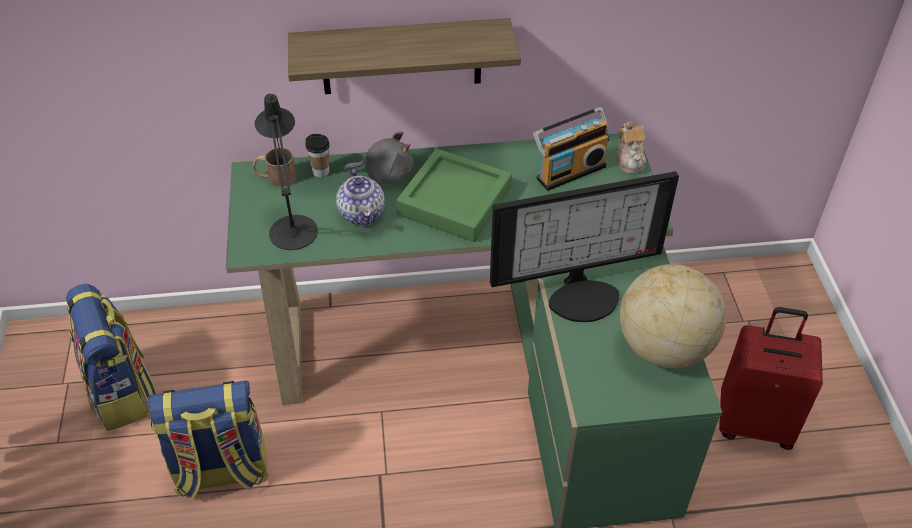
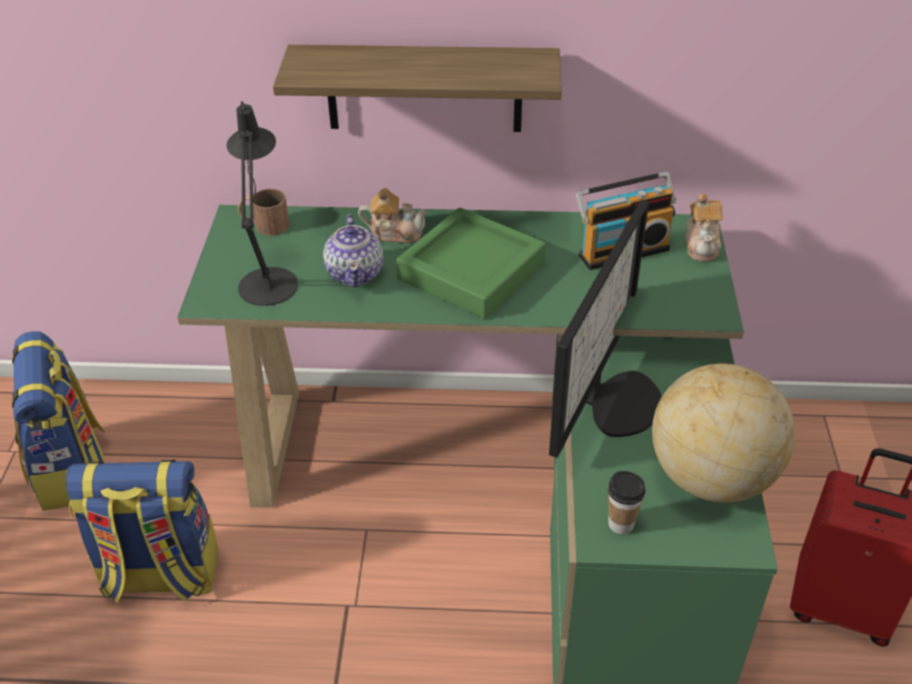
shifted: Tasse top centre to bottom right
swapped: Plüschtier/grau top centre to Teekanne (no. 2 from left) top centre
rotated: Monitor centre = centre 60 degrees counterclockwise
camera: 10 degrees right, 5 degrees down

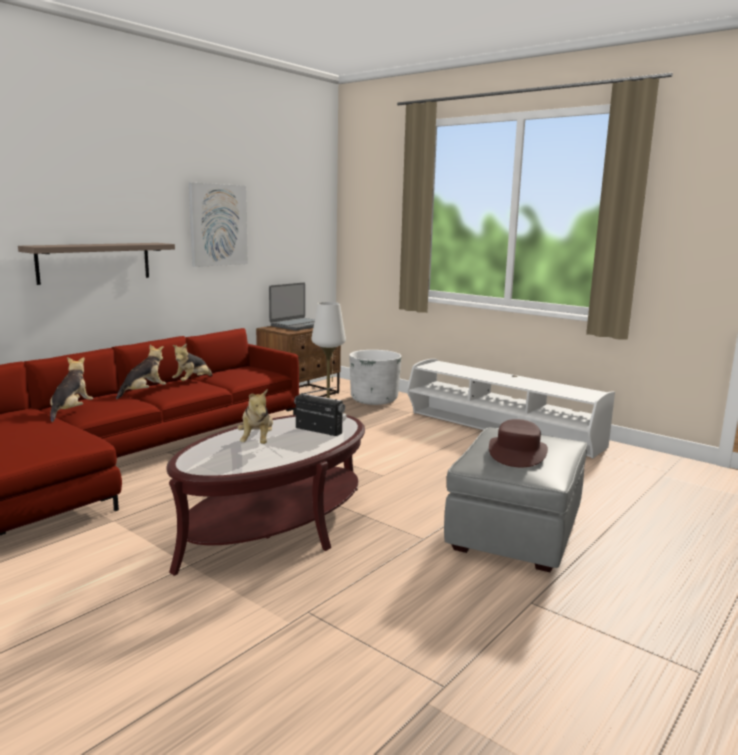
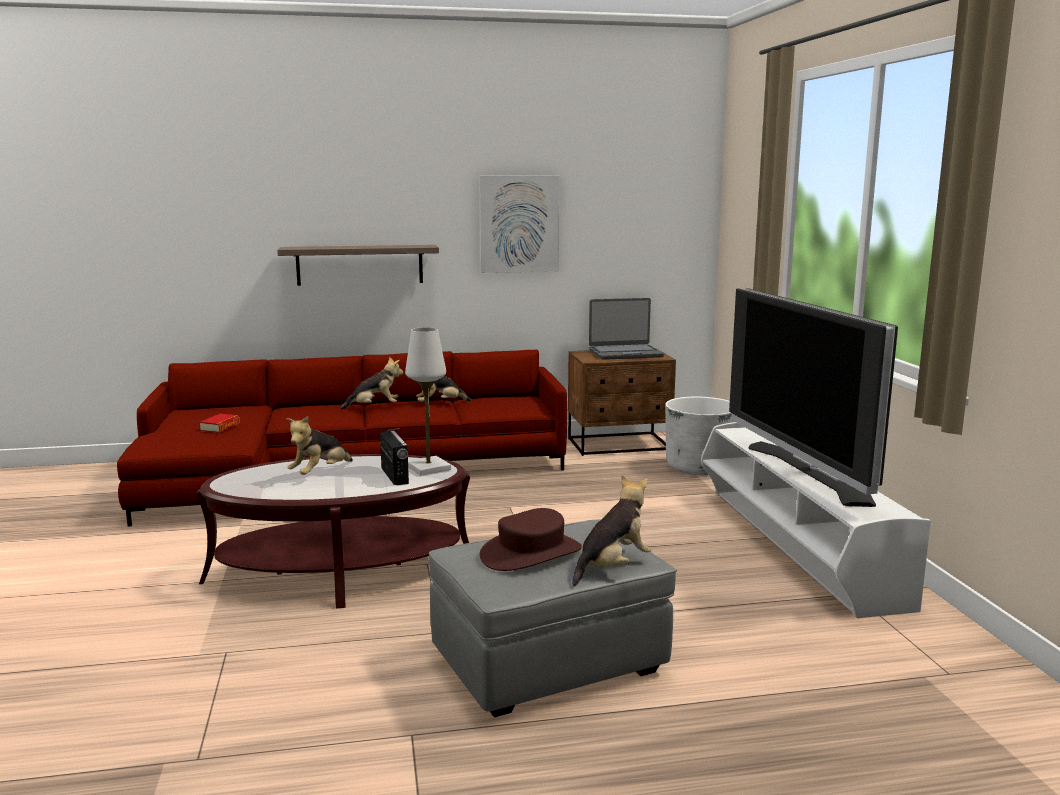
new: Buch middle left; Fernseher middle right
shifted: Plüschtier (no. 1 from left in the first image) middle left to Plüschtier (no. 4 from left) bottom centre
camera: 40 degrees right, 0 degrees up

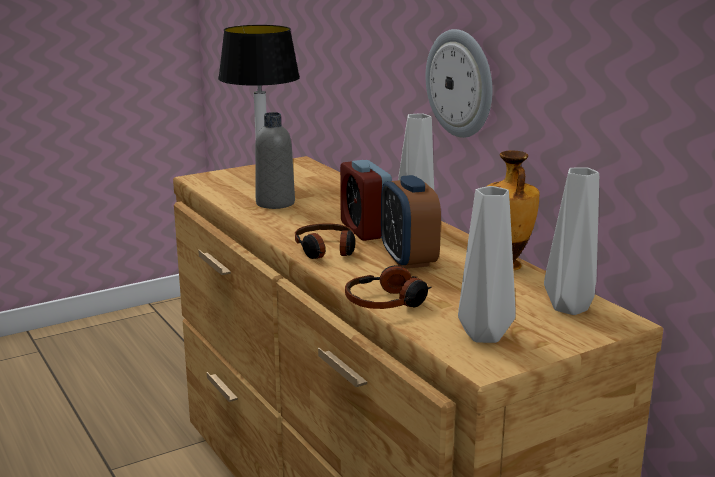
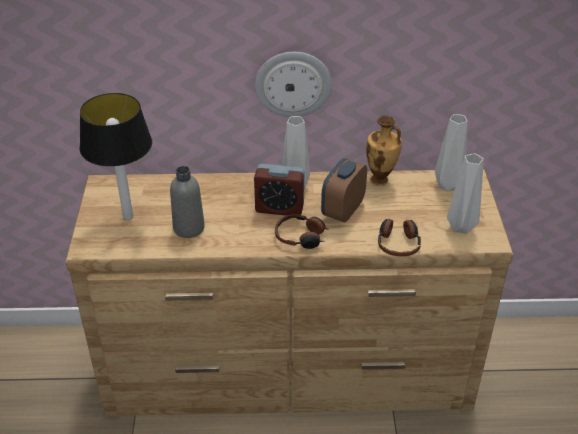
rotated: Wecker (no. 2 from left) centre = centre 105 degrees clockwise
camera: 60 degrees left, 20 degrees up

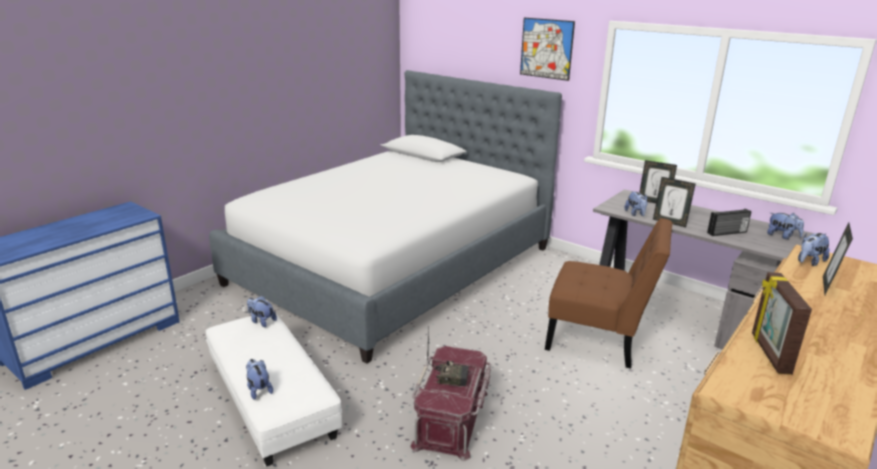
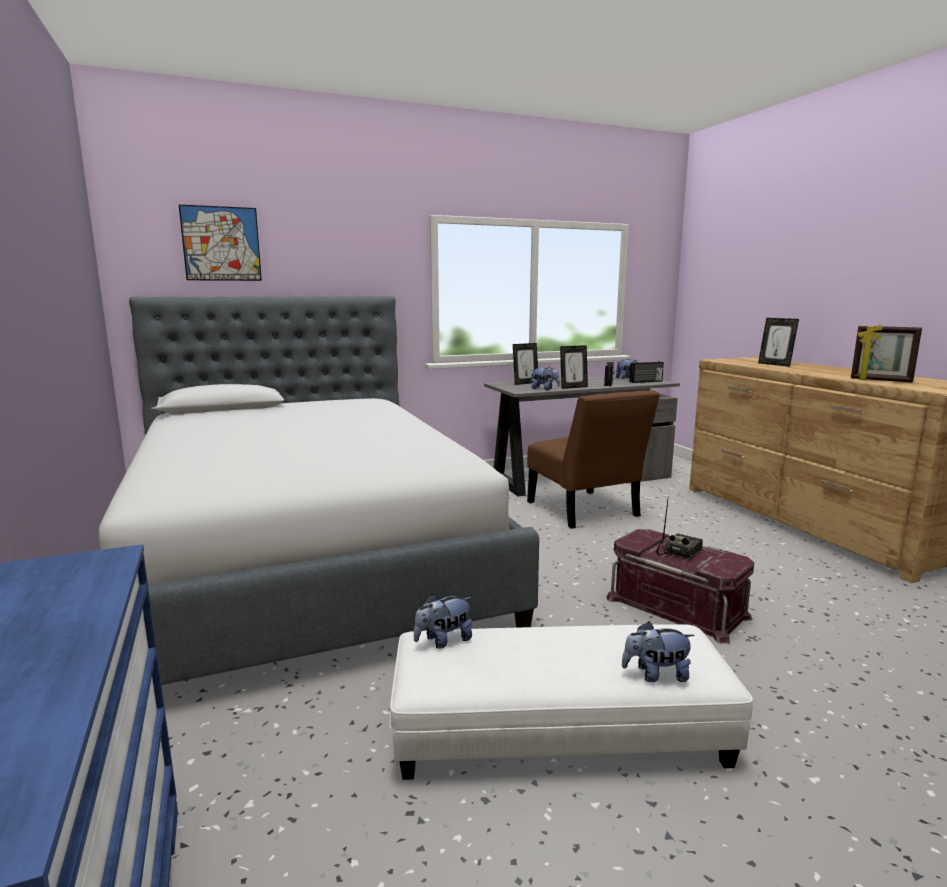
gone: Plüschtier (no. 5 from left) middle right
new: Radio (no. 2 from left) middle right
shifted: Bild top centre to top left
rotated: Stuhl/braun middle right = centre 105 degrees clockwise
camera: 60 degrees left, 10 degrees down

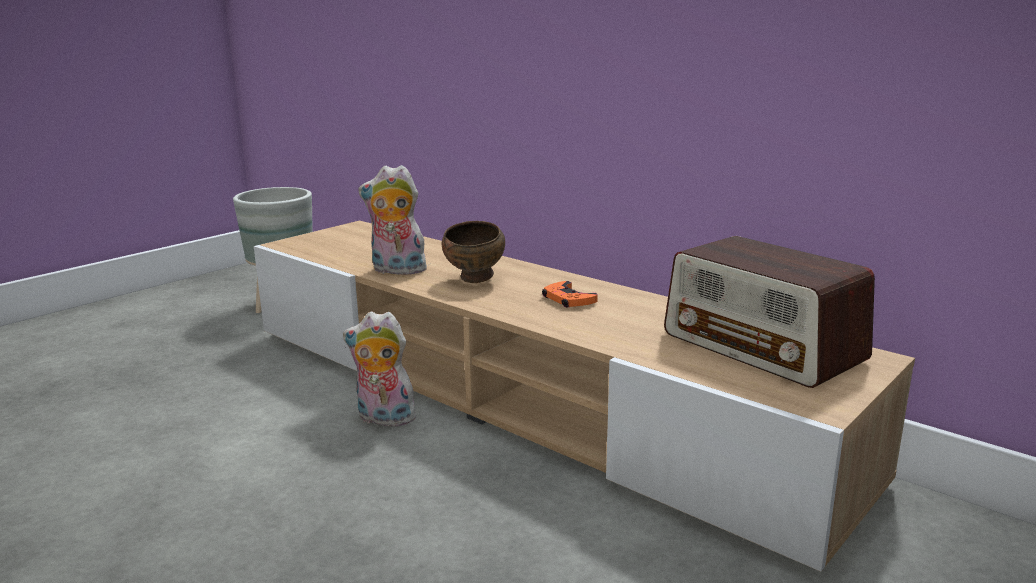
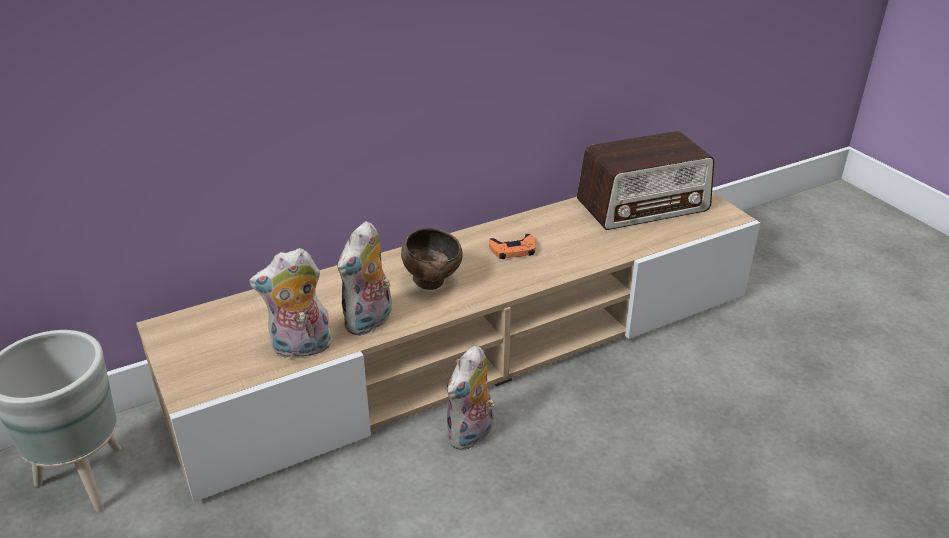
new: Plüschtier (no. 1 from left) middle left
camera: 70 degrees left, 15 degrees up

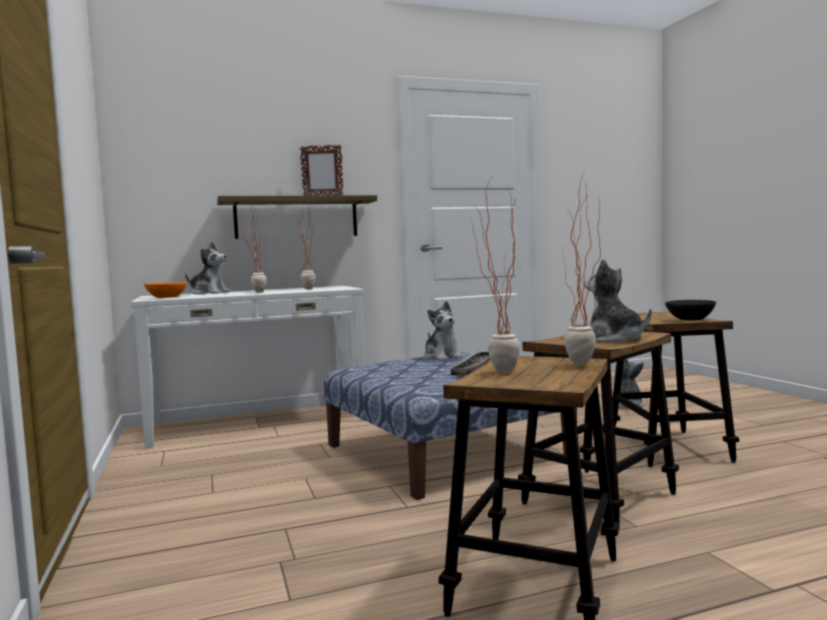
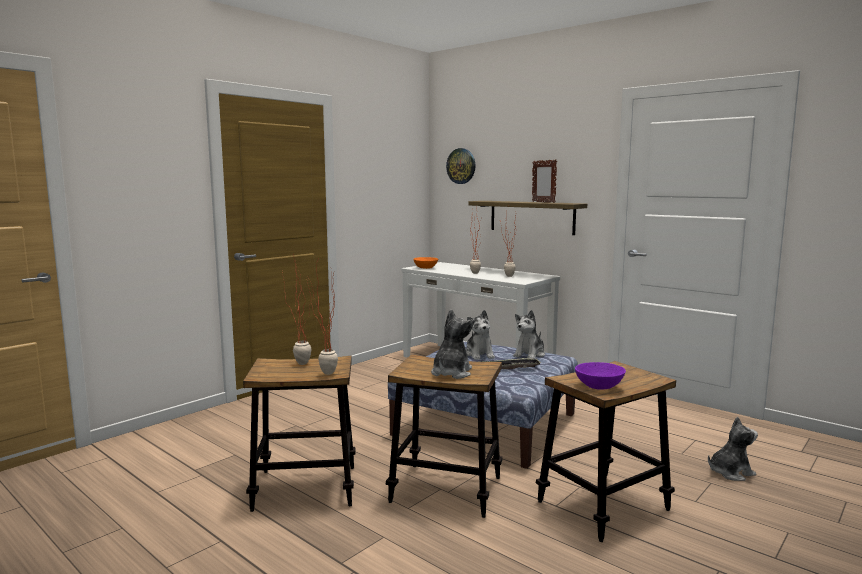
new: Wanduhr top centre
shifted: Plüschtier (no. 1 from left in the first image) middle left to Plüschtier (no. 2 from left) centre
repainted: Schüssel/schwarz middle right to Schüssel/lila middle right
camera: 60 degrees right, 5 degrees up

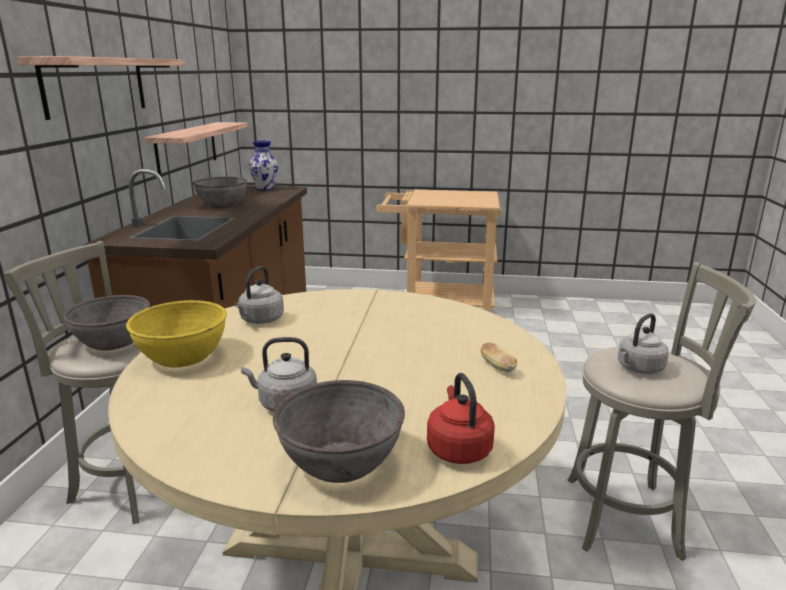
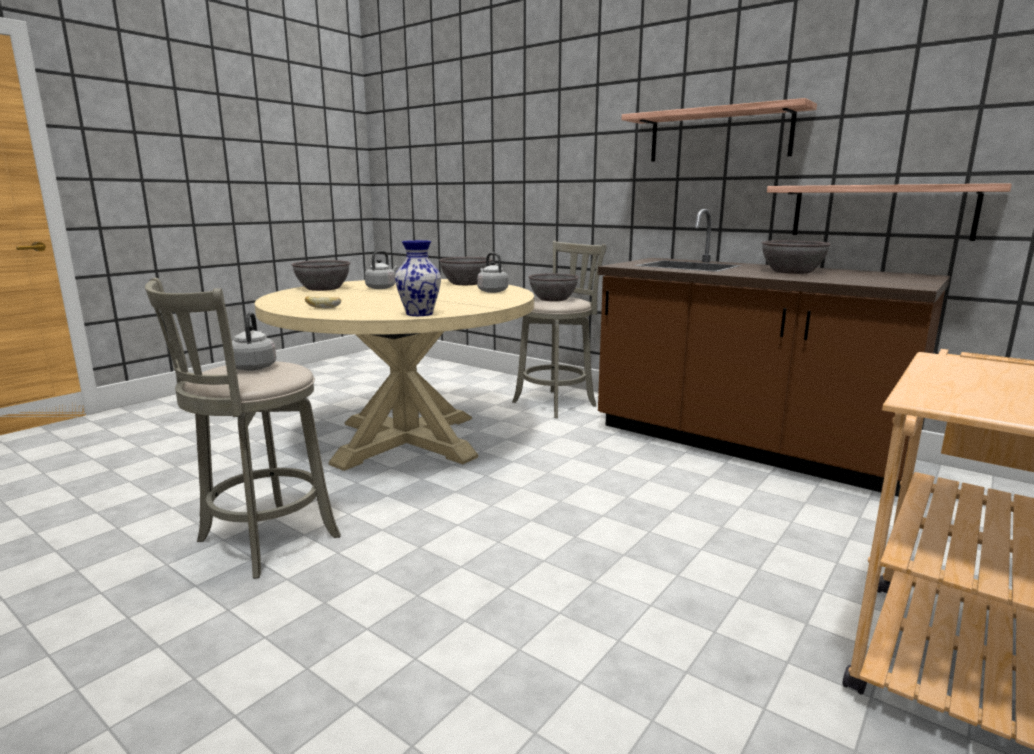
gone: Wasserkessel/rot bottom centre
shifted: Vase top centre to centre
repainted: Schüssel/gelb middle left to Schüssel/grau (no. 2 from left) centre
camera: 120 degrees right, 5 degrees down

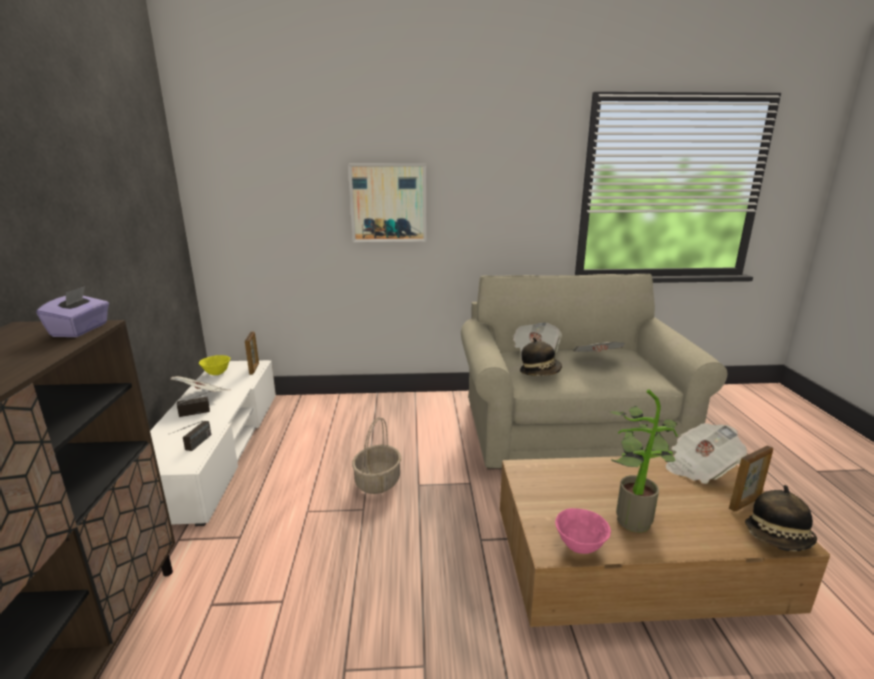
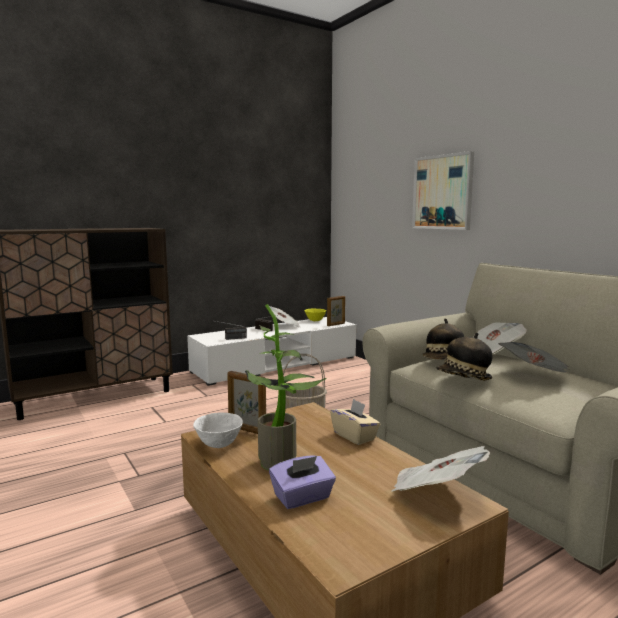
new: Taschentuchbox/beige bottom centre
shifted: Bilderrahmen (no. 2 from left in the first image) bottom right to Bilderrahmen (no. 1 from left) centre; Taschentuchbox/lila middle left to bottom centre; Hut (no. 2 from left) bottom right to middle right
repainted: Schüssel/rosa bottom right to Schüssel/weiß bottom centre
camera: 60 degrees right, 10 degrees down

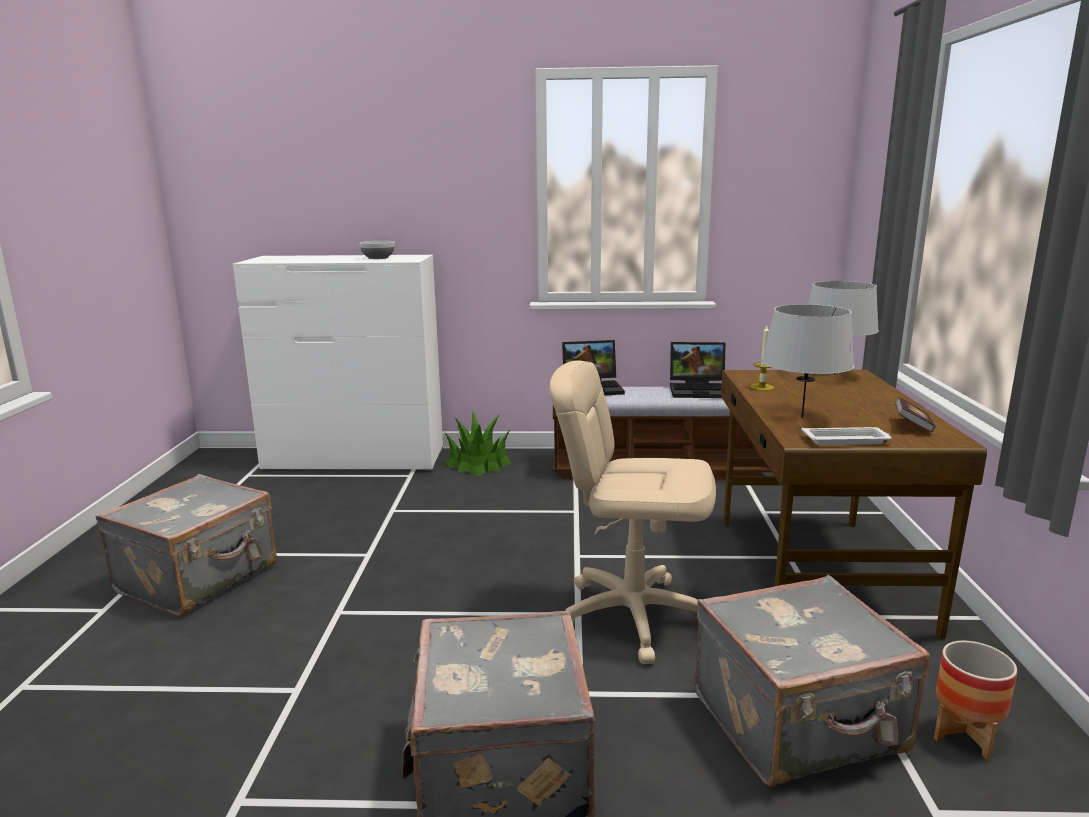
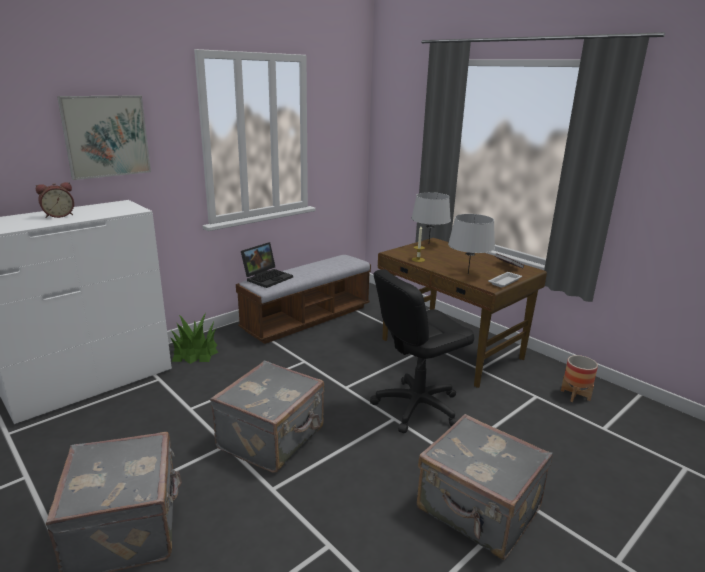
gone: Schüssel top centre; Laptop (no. 2 from left) centre
new: Wecker middle left; Bild top left
shifted: Koffer/grau (no. 3 from left in the first image) bottom right to Koffer/grau (no. 2 from left) bottom centre
repainted: Bürostuhl/beige centre to Bürostuhl/schwarz centre
camera: 45 degrees left, 5 degrees up

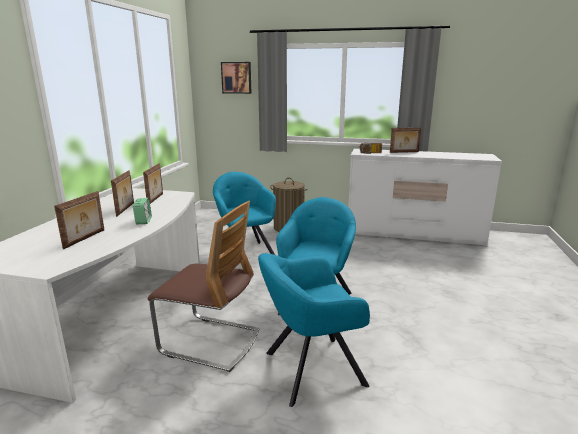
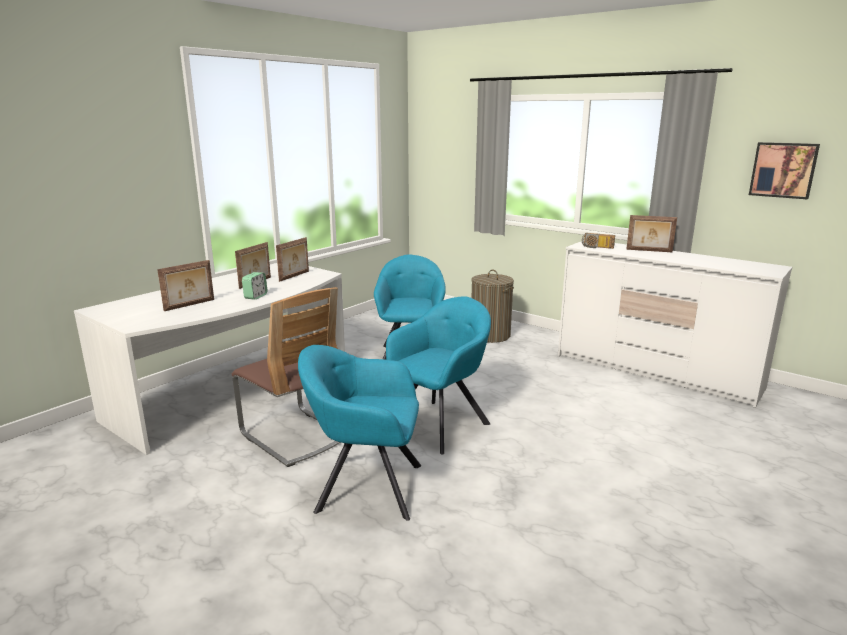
shifted: Bild top centre to top right
camera: 25 degrees right, 0 degrees up

